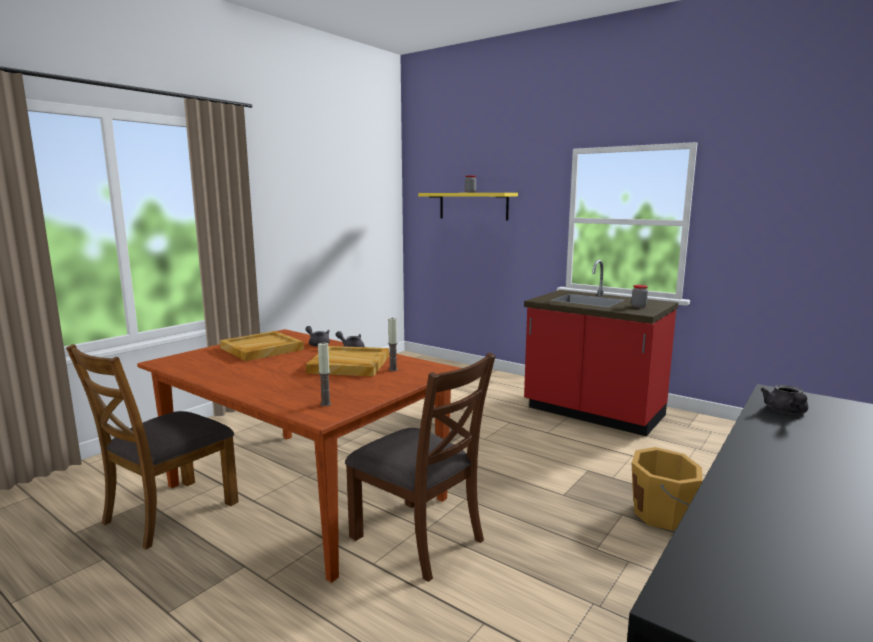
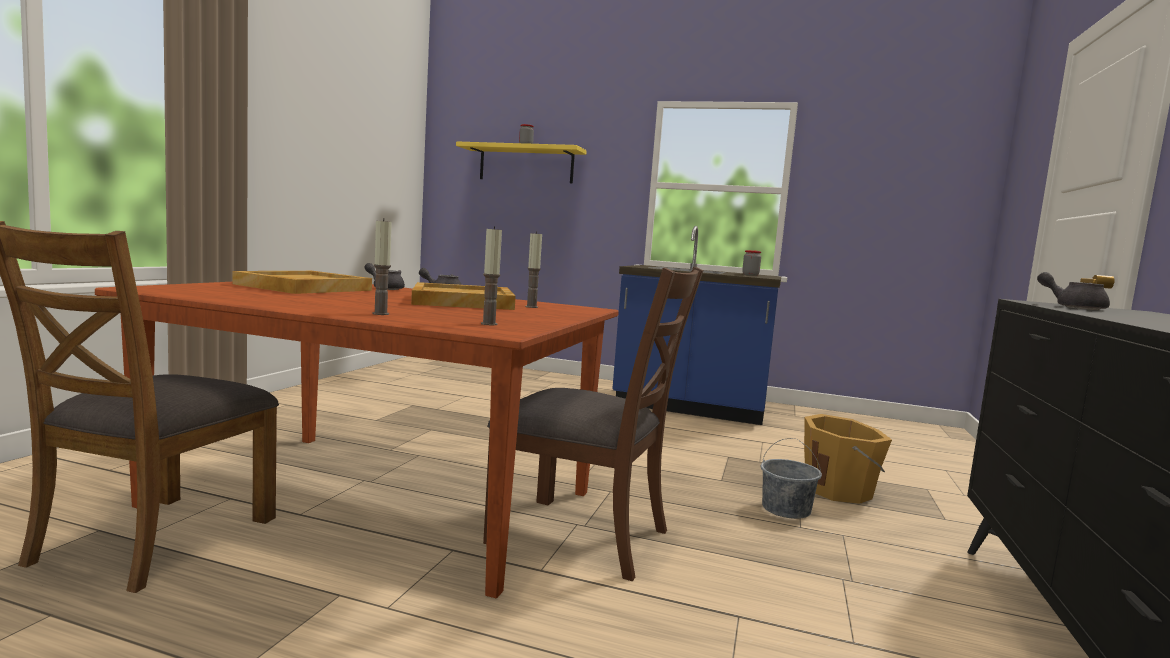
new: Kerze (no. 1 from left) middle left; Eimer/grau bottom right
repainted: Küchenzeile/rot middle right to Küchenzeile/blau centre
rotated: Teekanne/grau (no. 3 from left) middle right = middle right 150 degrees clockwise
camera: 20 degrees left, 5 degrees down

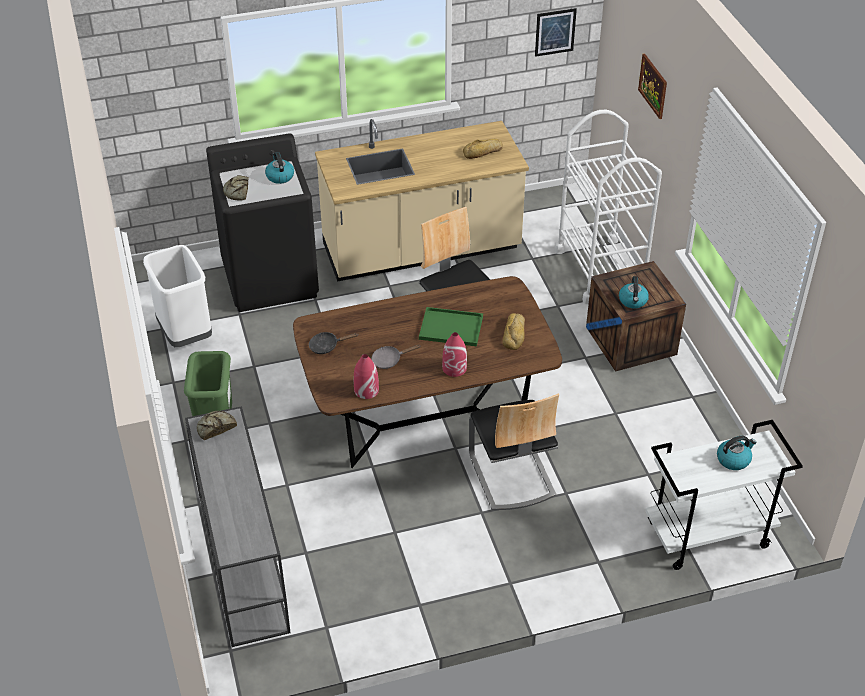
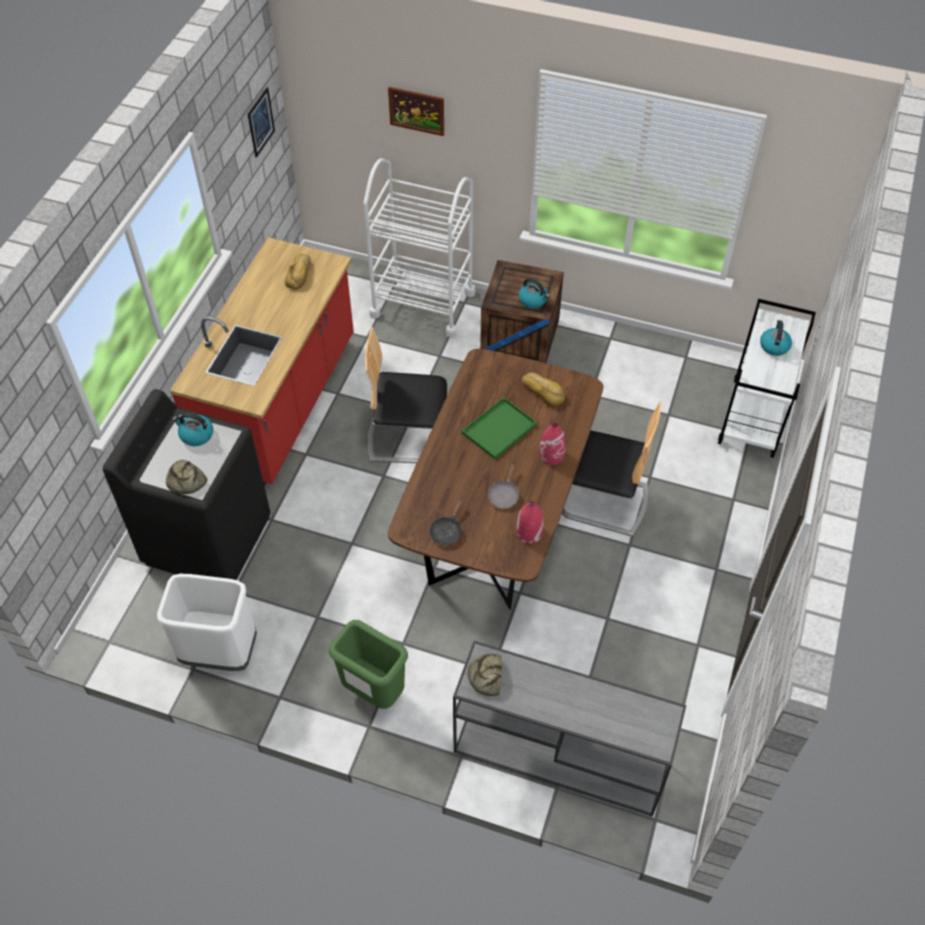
repainted: Küchenzeile/beige top centre to Küchenzeile/rot middle left
camera: 55 degrees left, 10 degrees up

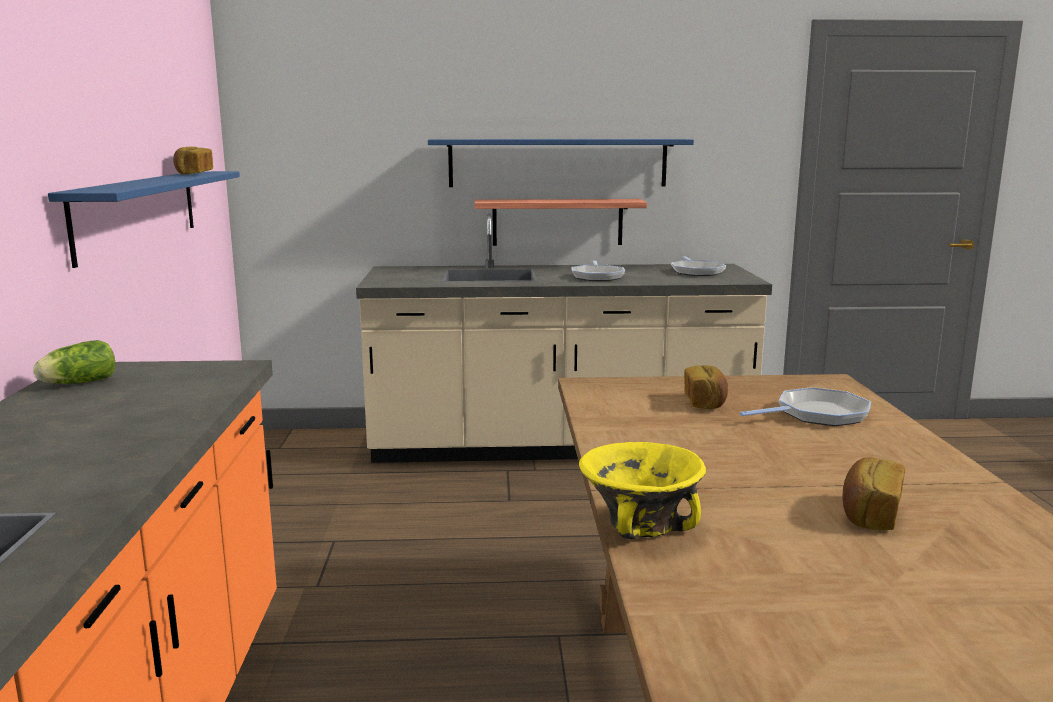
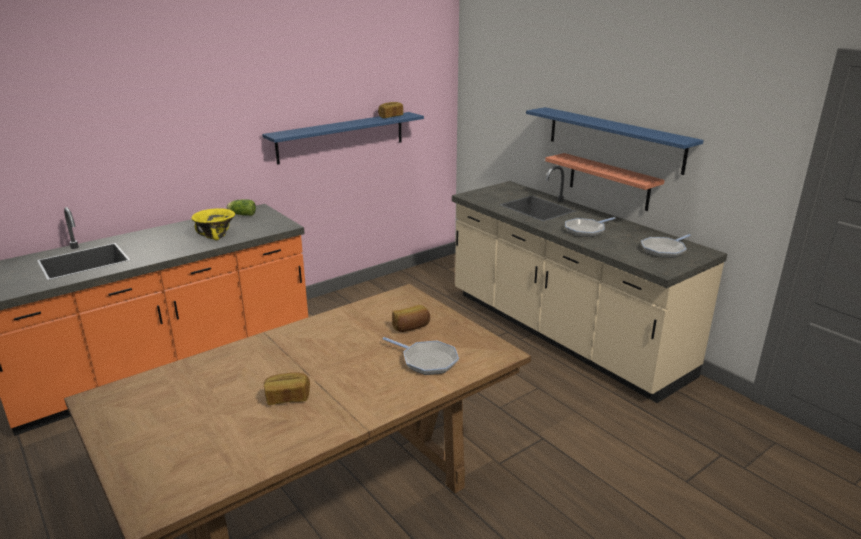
shifted: Schüssel/gelb bottom centre to middle left
camera: 55 degrees right, 10 degrees up

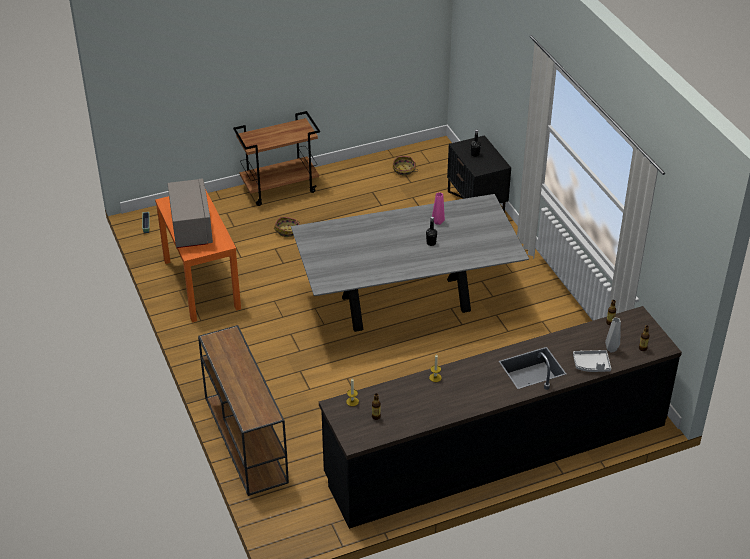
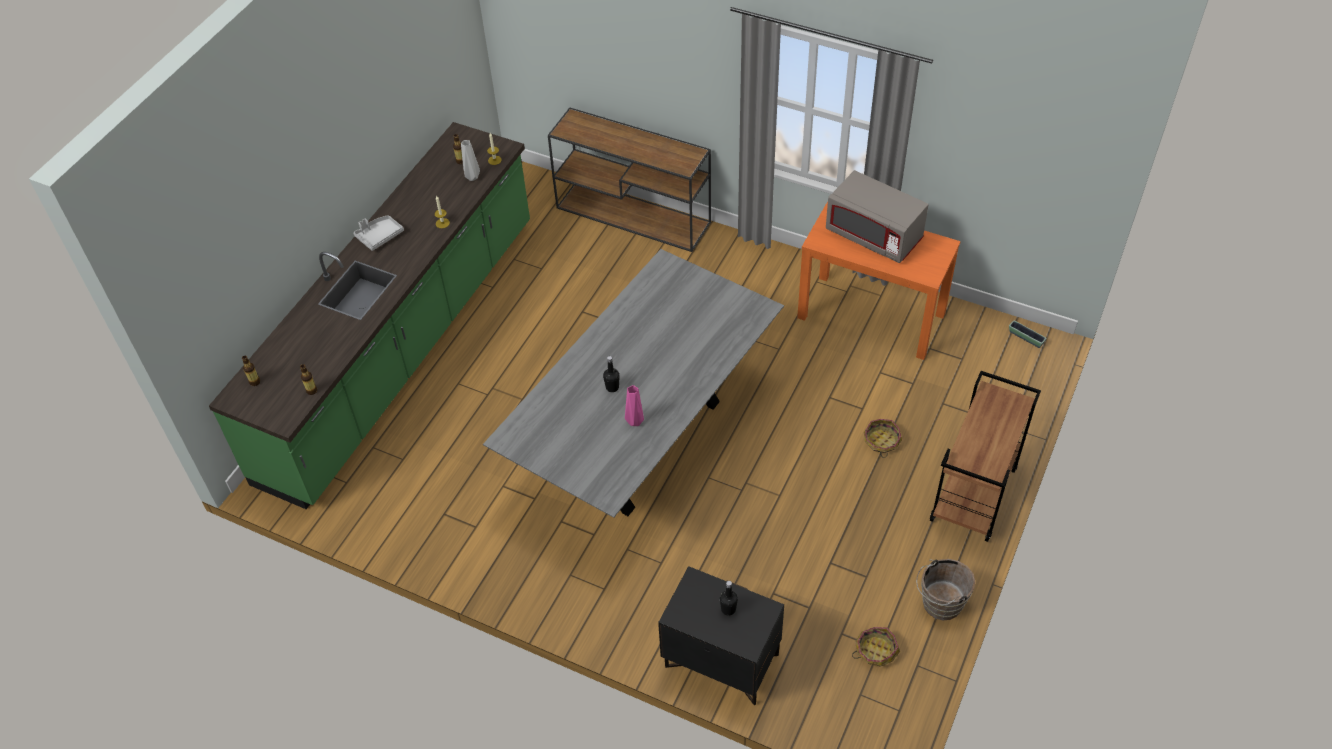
new: Eimer/braun bottom right
shifted: Tablett/grau middle right to top left; Vase/grau middle right to top centre
repainted: Küchenzeile/schwarz bottom right to Küchenzeile/grün middle left
camera: 140 degrees right, 10 degrees up

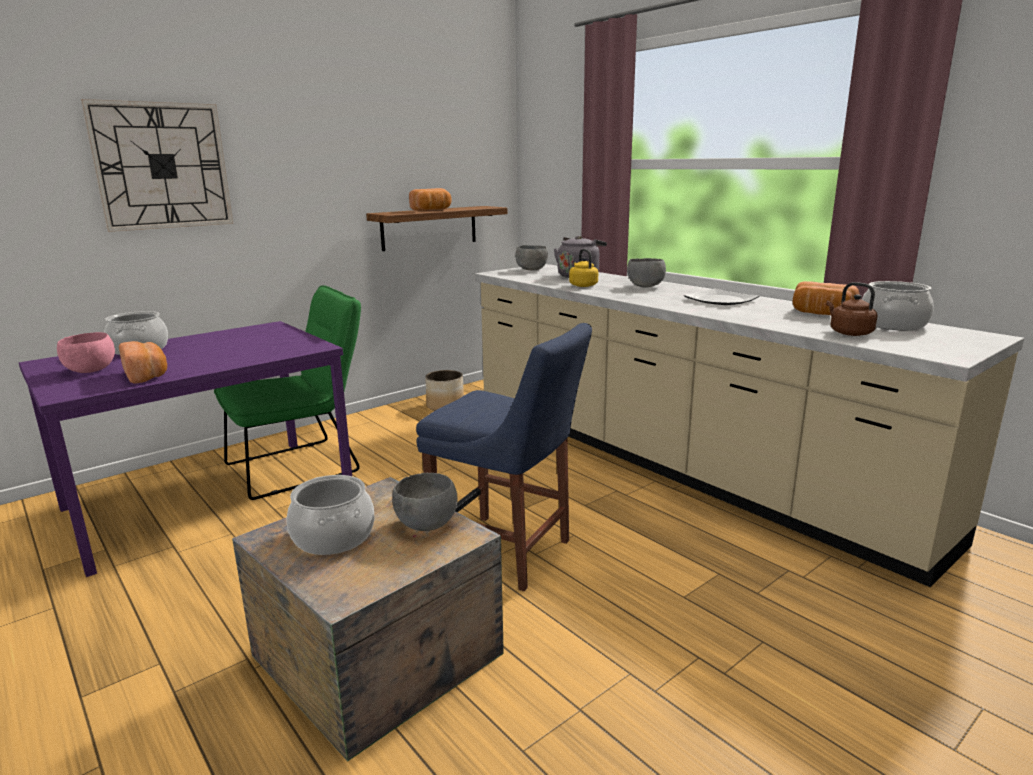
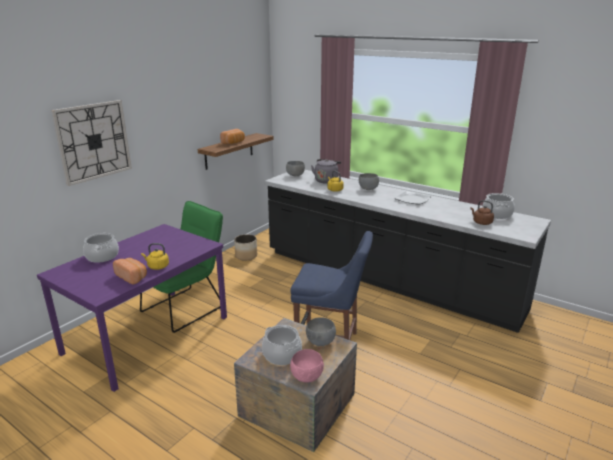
gone: Brot (no. 3 from left) middle right
new: Wasserkessel/gelb (no. 1 from left) middle left
shifted: Schüssel/rosa middle left to bottom centre
repainted: Küchenzeile/beige middle right to Küchenzeile/schwarz centre
camera: 15 degrees left, 5 degrees up

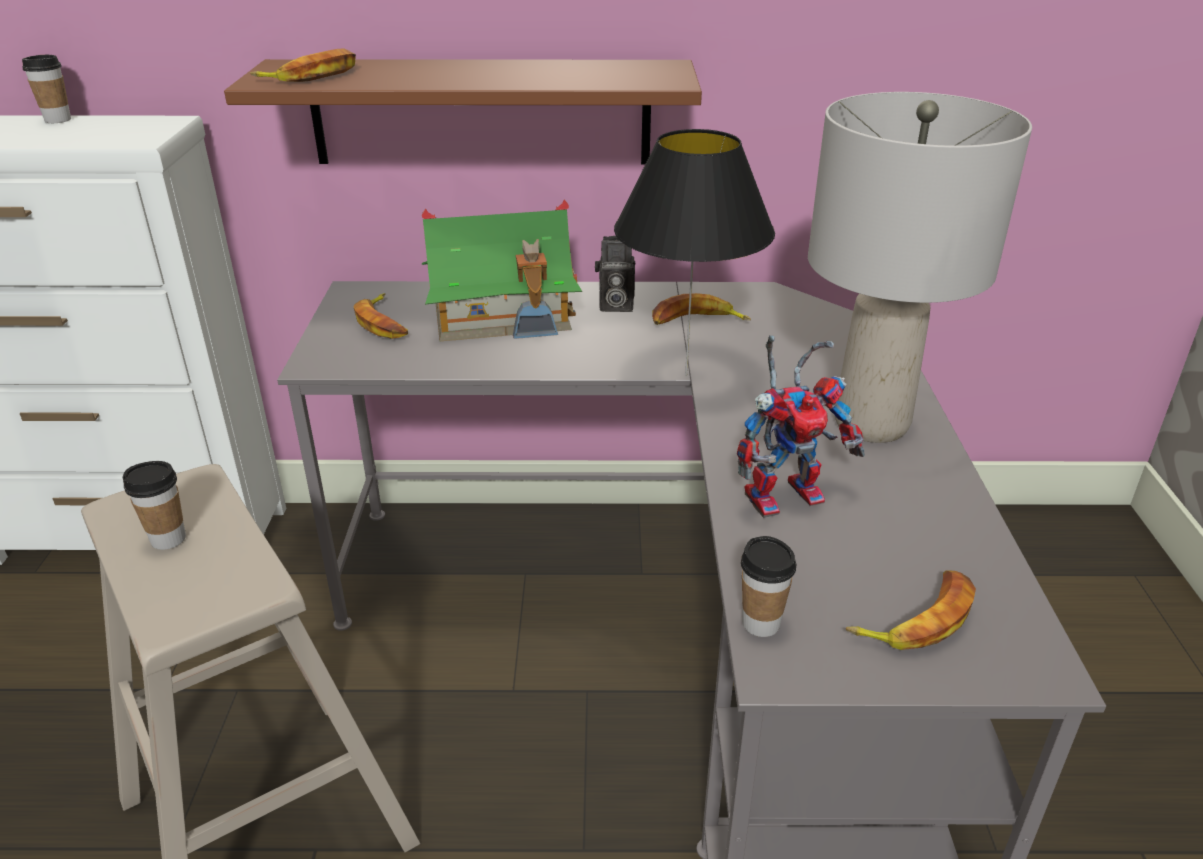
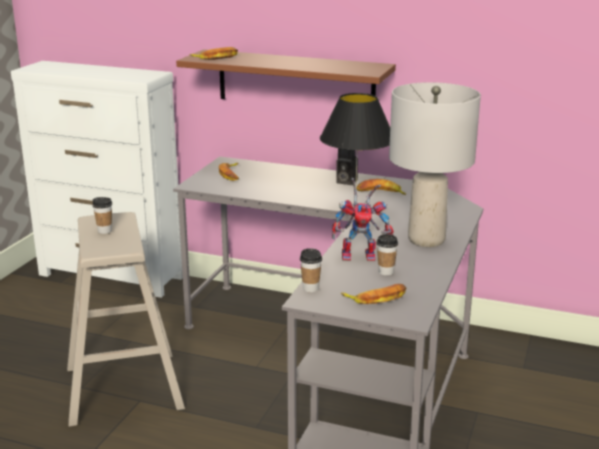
gone: Spielzeughaus top centre
shifted: Tasse (no. 1 from left in the first image) top left to Tasse (no. 3 from left) centre
camera: 20 degrees right, 10 degrees down

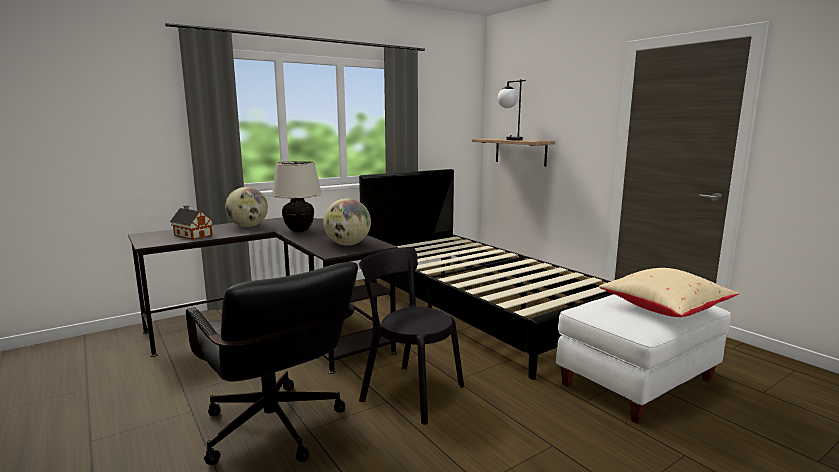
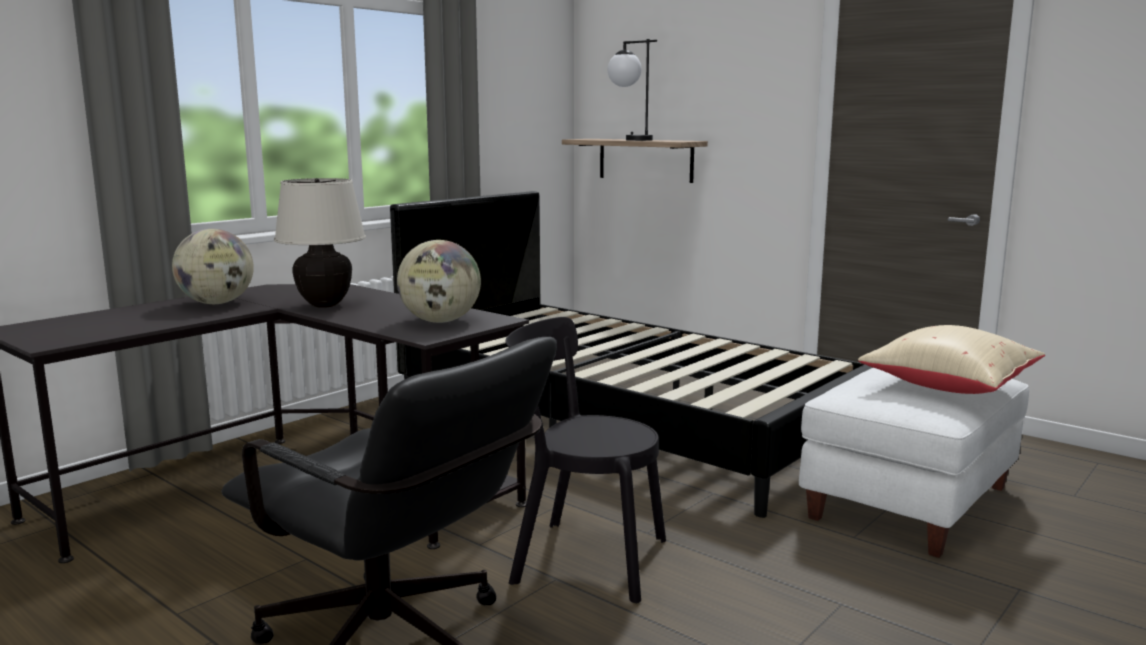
gone: Spielzeughaus middle left
camera: 15 degrees left, 0 degrees up

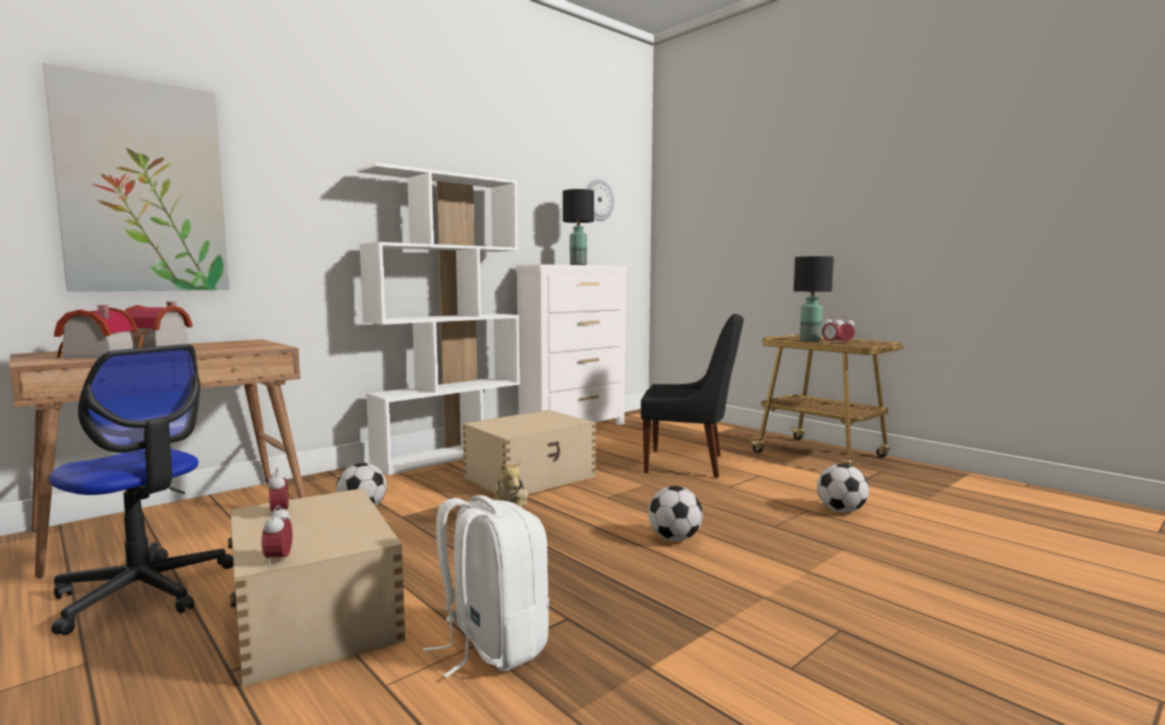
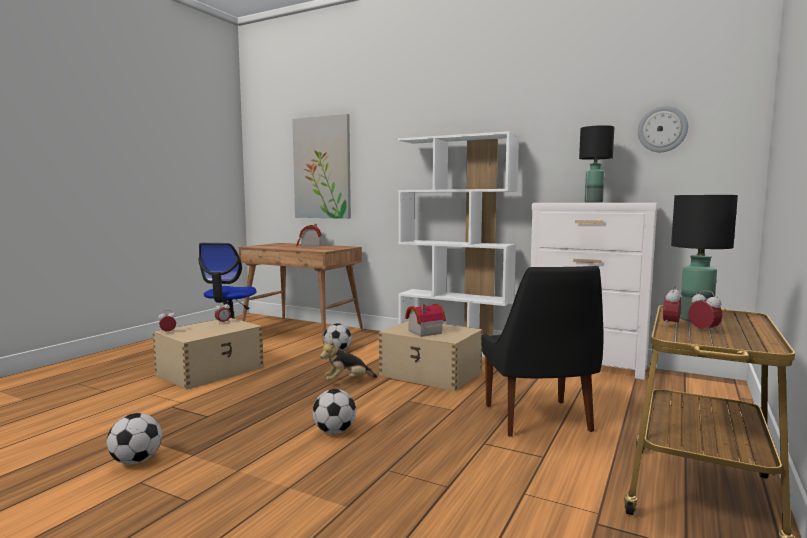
gone: Rucksack/weiß bottom centre
shifted: Fußball (no. 3 from left in the first image) bottom right to Fußball (no. 1 from left) bottom left; Spielzeughaus (no. 1 from left in the first image) middle left to Spielzeughaus (no. 2 from left) centre
camera: 70 degrees right, 0 degrees up

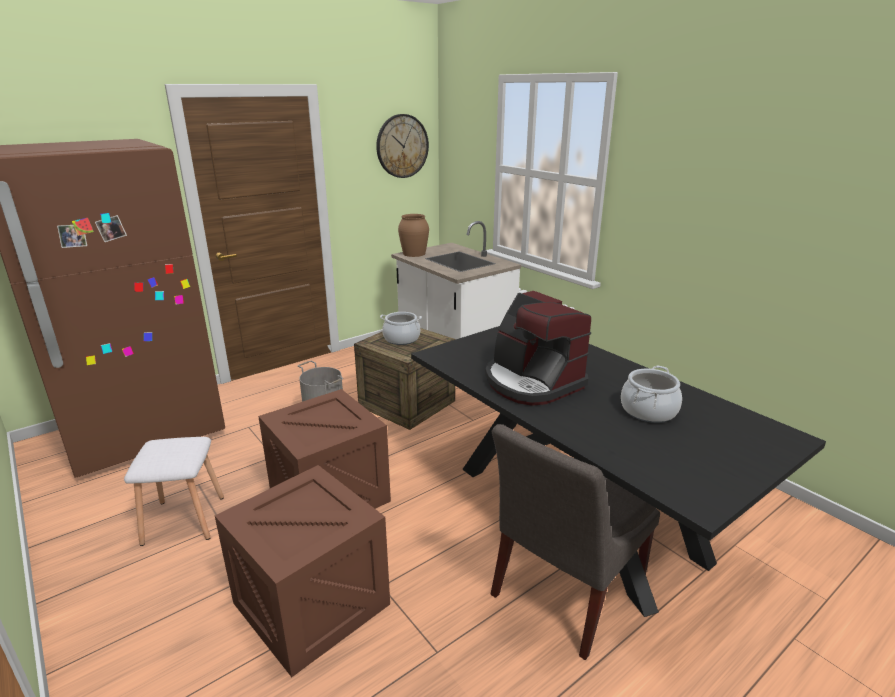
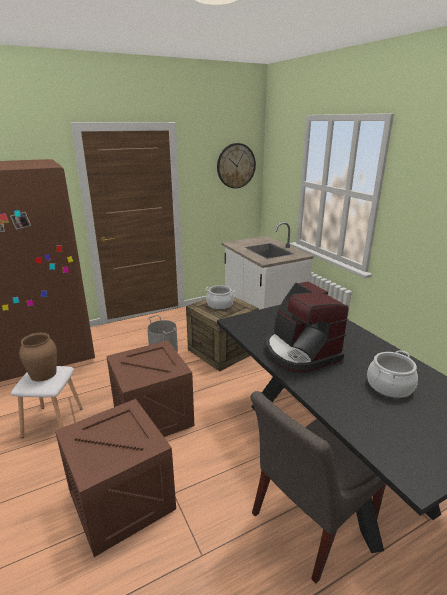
shifted: Vase/braun centre to middle left
camera: 10 degrees right, 0 degrees up

